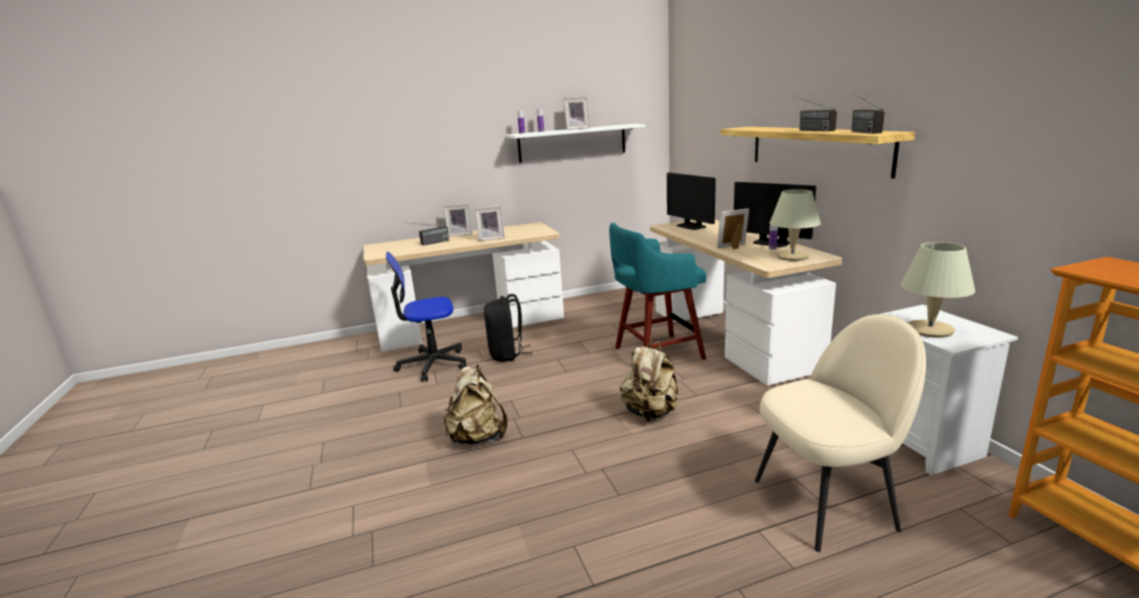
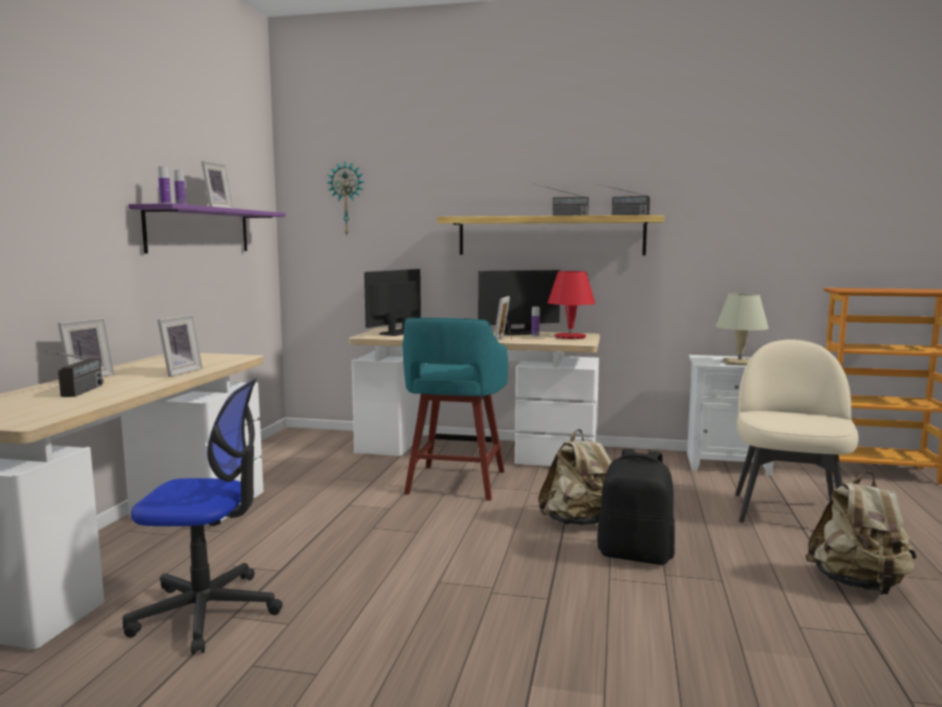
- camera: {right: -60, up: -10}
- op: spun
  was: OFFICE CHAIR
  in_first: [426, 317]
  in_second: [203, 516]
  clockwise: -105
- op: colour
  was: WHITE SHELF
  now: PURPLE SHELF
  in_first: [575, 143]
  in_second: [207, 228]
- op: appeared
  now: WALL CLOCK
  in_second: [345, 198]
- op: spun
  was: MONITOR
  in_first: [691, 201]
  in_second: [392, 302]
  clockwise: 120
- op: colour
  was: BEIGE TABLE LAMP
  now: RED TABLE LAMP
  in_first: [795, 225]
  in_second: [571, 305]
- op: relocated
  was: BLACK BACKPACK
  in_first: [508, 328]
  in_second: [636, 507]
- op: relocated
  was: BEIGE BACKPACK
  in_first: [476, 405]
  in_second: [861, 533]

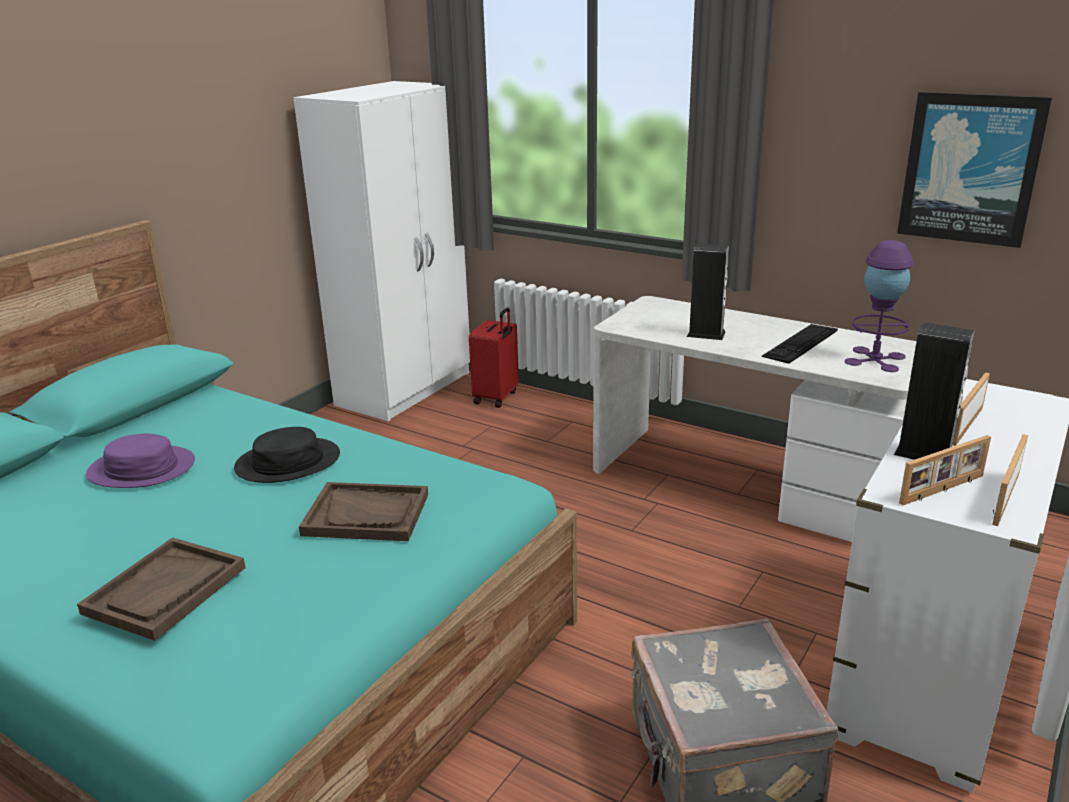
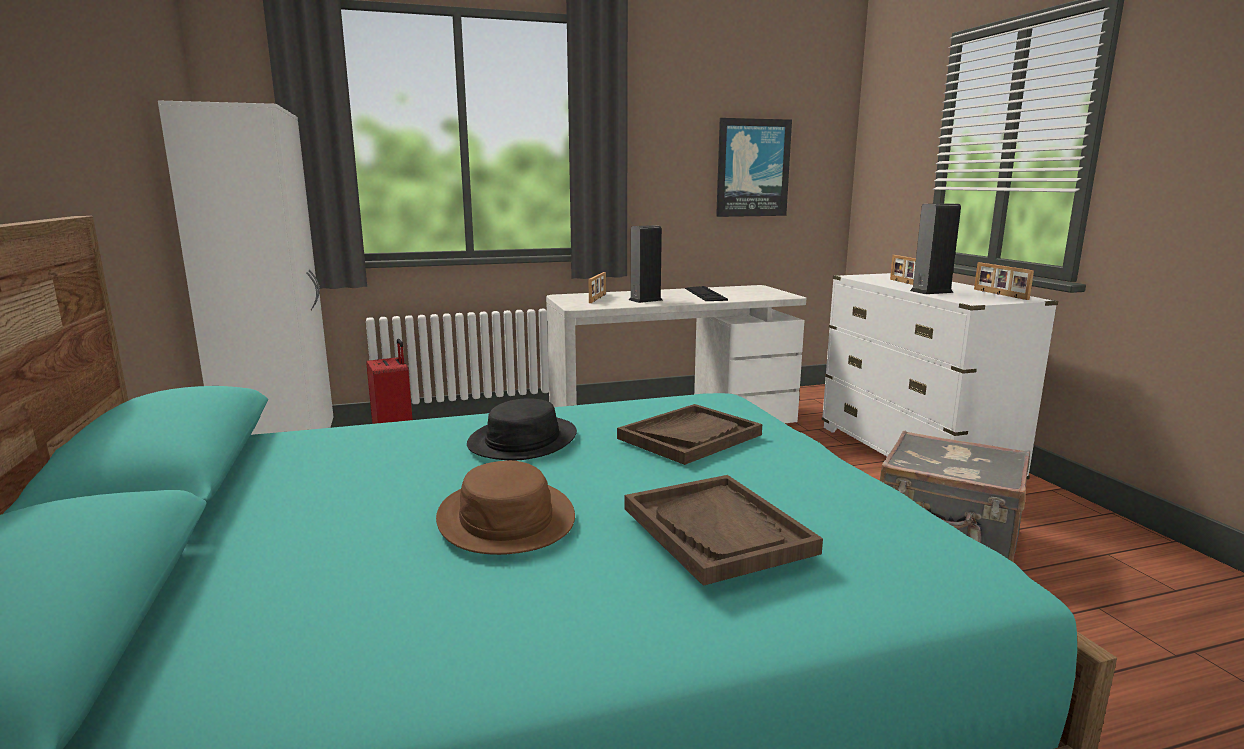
- camera: {right: -50, up: -10}
- op: appeared
  now: BROWN HAT
  in_second: [505, 507]
- op: relocated
  was: PICTURE FRAME
  in_first: [945, 470]
  in_second: [597, 287]
- op: missing
  was: PURPLE HAT
  in_first: [140, 461]
- op: missing
  was: PURPLE TABLE LAMP
  in_first: [879, 306]

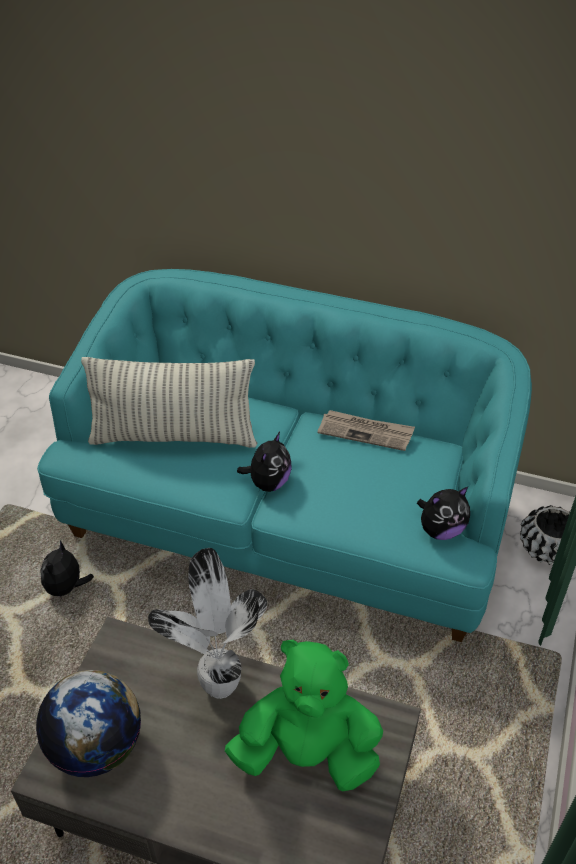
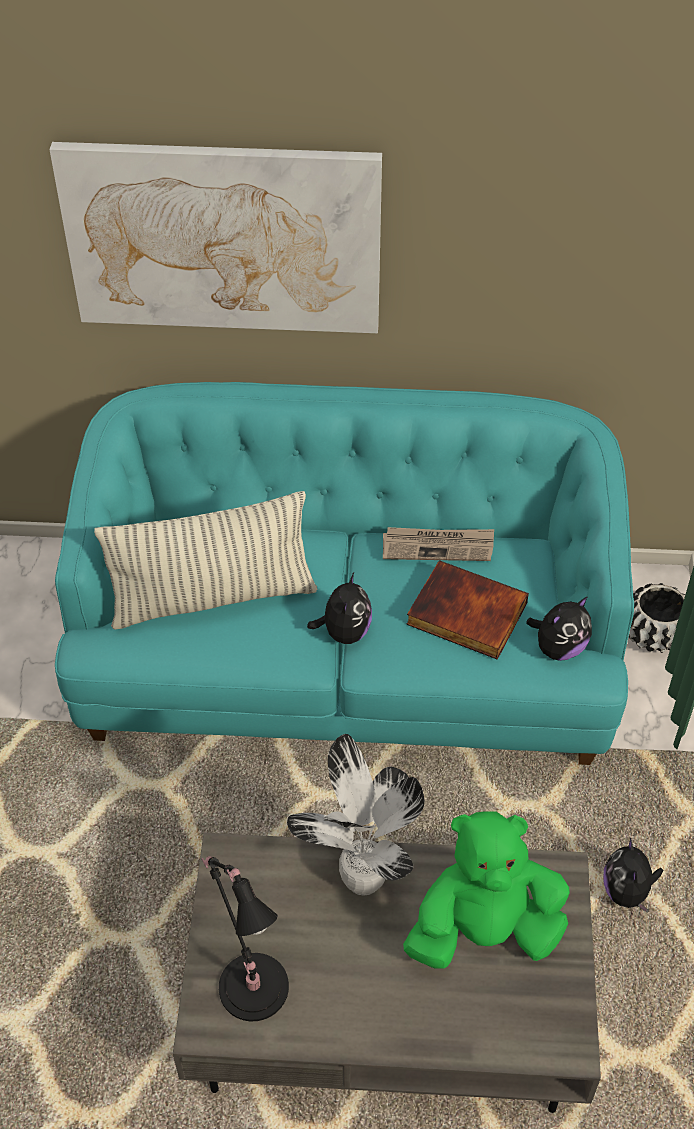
- camera: {right: -15, up: 5}
- op: appeared
  now: PICTURE
  in_second: [215, 237]
- op: exchanged
  was: GLOBE
  now: BLACK TABLE LAMP
  in_first: [88, 723]
  in_second: [245, 938]
- op: appeared
  now: BOOK
  in_second: [467, 610]
- op: relocated
  was: PLUSH TOY
  in_first: [67, 569]
  in_second: [633, 875]

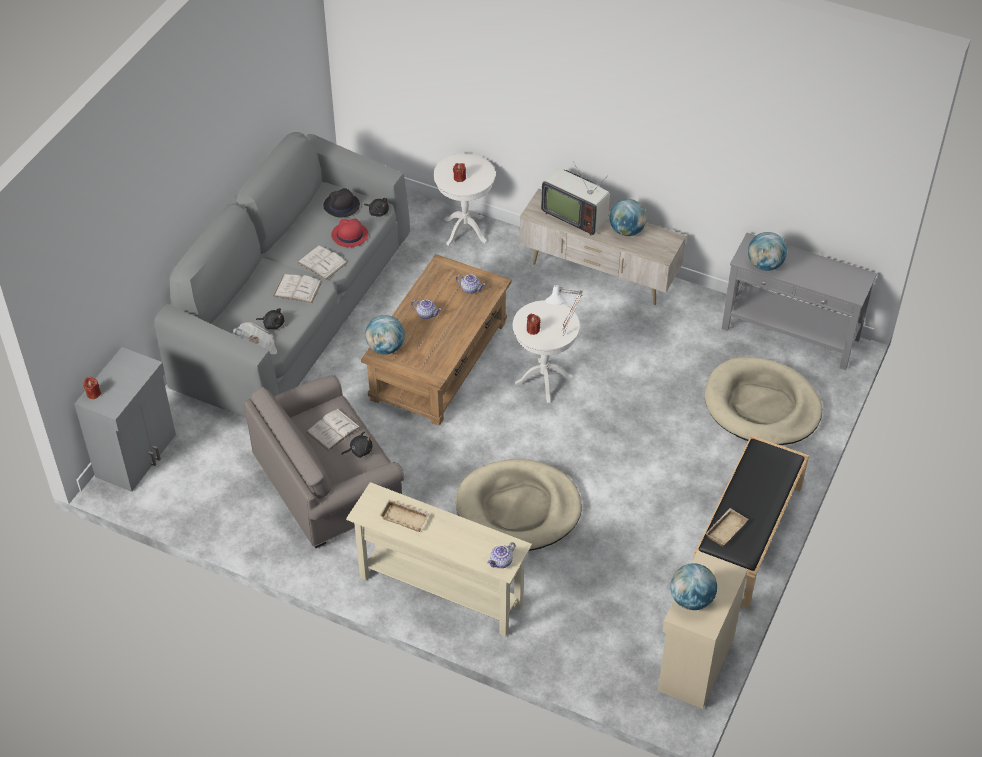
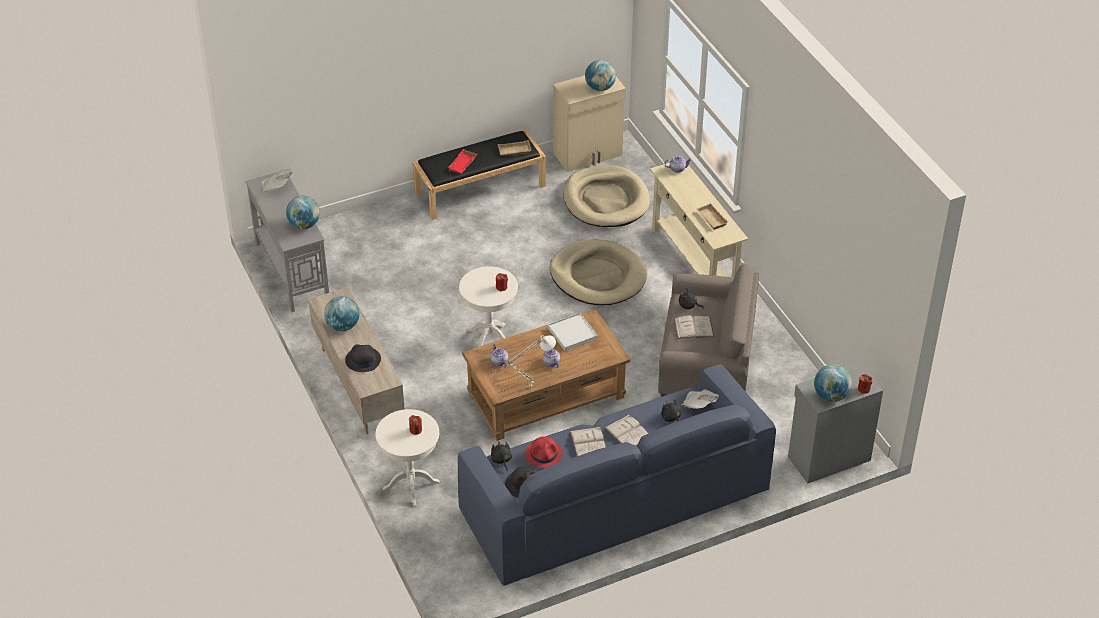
- camera: {right: -140, up: -5}
- op: appeared
  now: NEWSPAPER
  in_second: [277, 180]
- op: exchanged
  was: TELEVISION
  now: BLACK HAT
  in_first: [575, 198]
  in_second: [363, 358]
- op: appeared
  now: RED TRAY
  in_second: [462, 161]
- op: colour
  was: GREY SOFA
  now: BLUE SOFA
  in_first: [282, 275]
  in_second: [617, 475]
- op: relocated
  was: WHITE TABLE LAMP
  in_first: [564, 310]
  in_second: [531, 361]
- op: appeared
  now: WHITE TRAY
  in_second: [573, 332]
- op: relocated
  was: BEIGE DOG BED
  in_first: [763, 401]
  in_second: [607, 196]
- op: relocated
  was: GLOBE
  in_first: [385, 335]
  in_second: [833, 383]

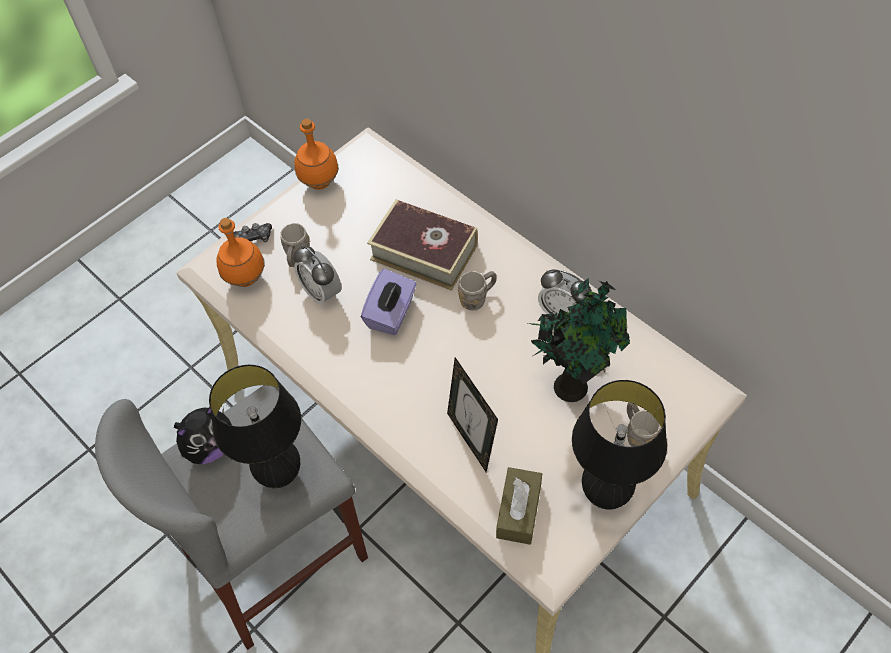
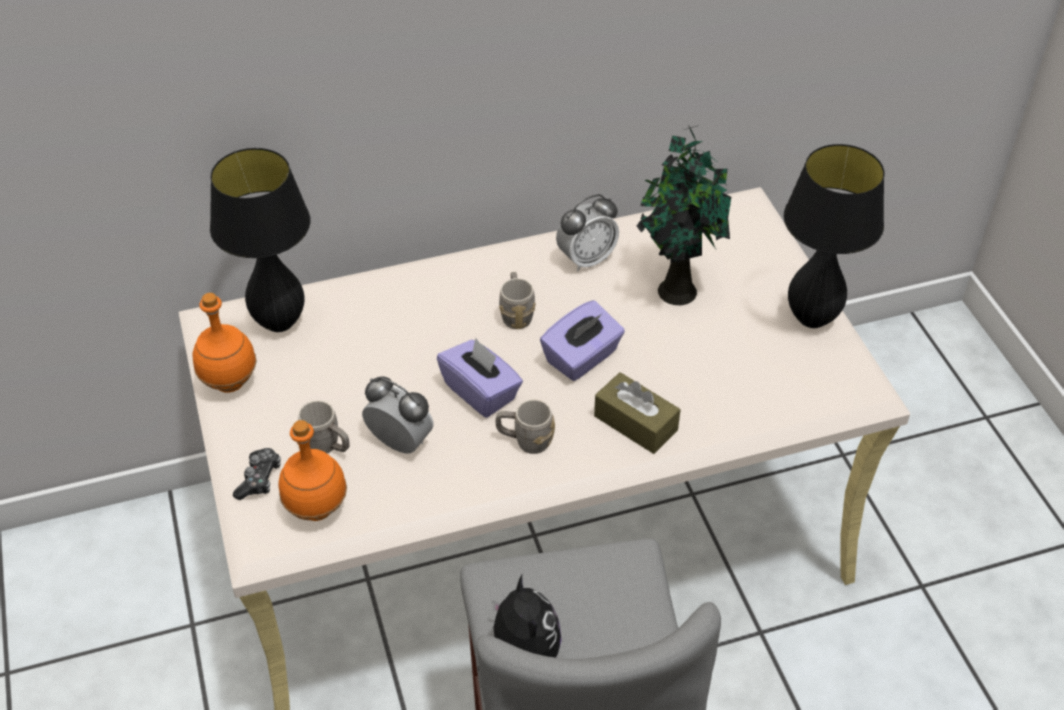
- camera: {right: -65, up: -10}
- op: relocated
  was: BLACK TABLE LAMP
  in_first: [255, 426]
  in_second: [260, 240]
- op: spun
  was: ALARM CLOCK
  in_first: [317, 276]
  in_second: [397, 414]
  clockwise: -135
- op: relocated
  was: GREY MUG
  in_first: [644, 425]
  in_second: [525, 426]
- op: appeared
  now: PURPLE TISSUE BOX
  in_second: [582, 340]
- op: relocated
  was: BROWN TISSUE BOX
  in_first: [519, 506]
  in_second: [637, 413]
- op: missing
  was: BOOK
  in_first: [422, 245]
- op: missing
  was: PICTURE FRAME
  in_first: [472, 414]

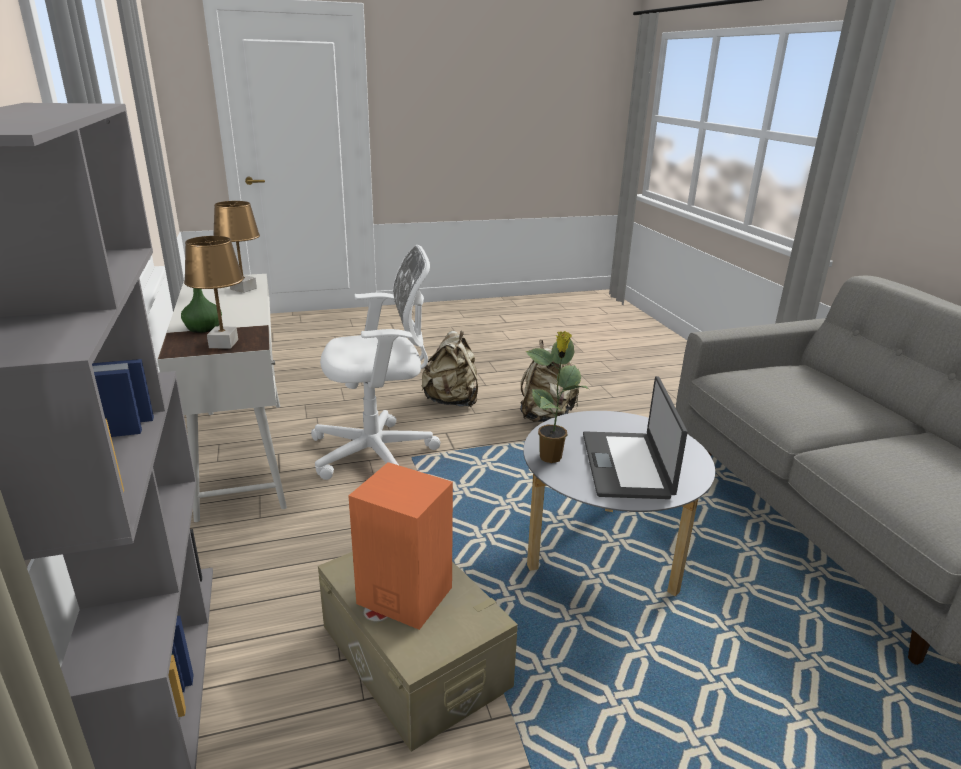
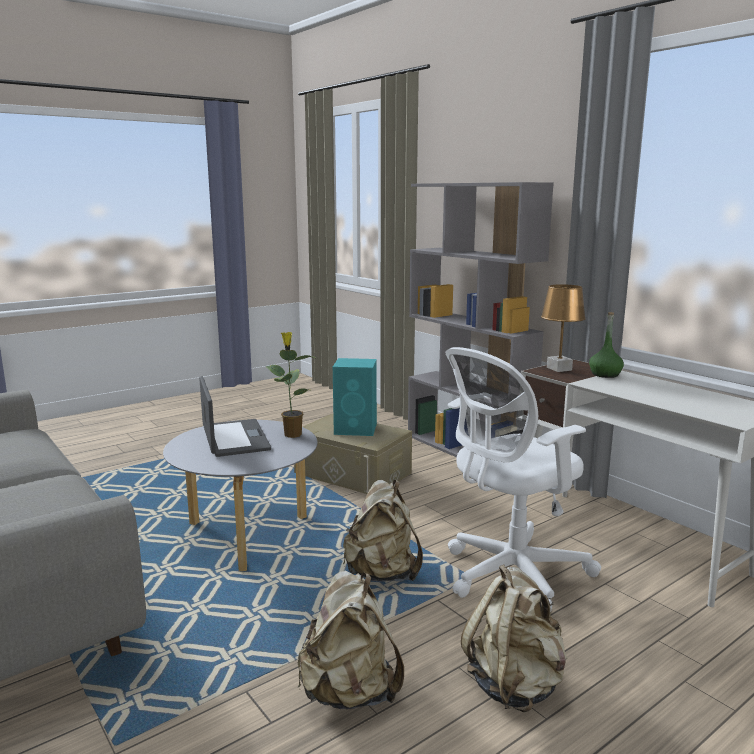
- camera: {right: 160, up: -10}
- op: colour
  was: ORANGE SPEAKER
  now: TURQUOISE SPEAKER
  in_first: [400, 546]
  in_second: [355, 397]
- op: appeared
  now: BEIGE BACKPACK
  in_second: [383, 531]
- op: missing
  was: BROWN TABLE LAMP
  in_first: [236, 247]

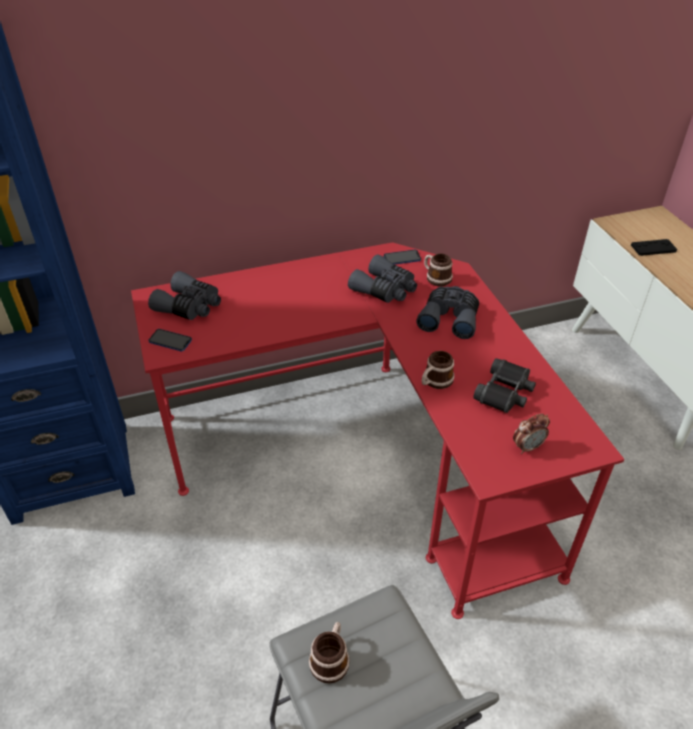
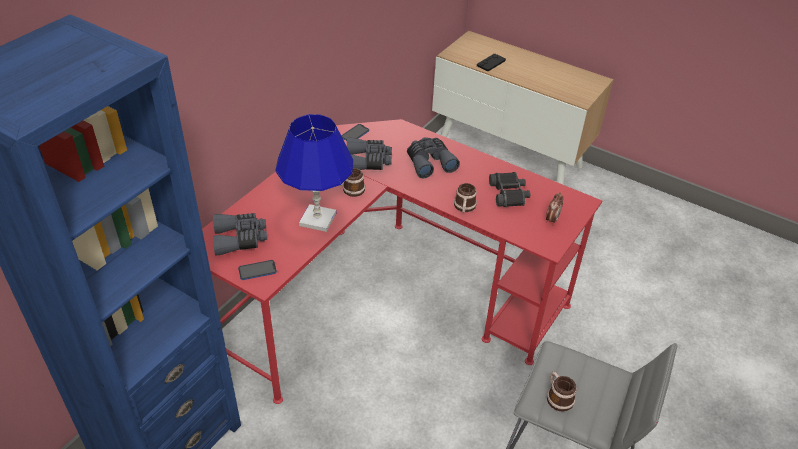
- camera: {right: -40, up: 0}
- op: appeared
  now: BLUE TABLE LAMP
  in_second: [314, 173]
- op: relocated
  was: MUG
  in_first: [438, 270]
  in_second: [352, 182]

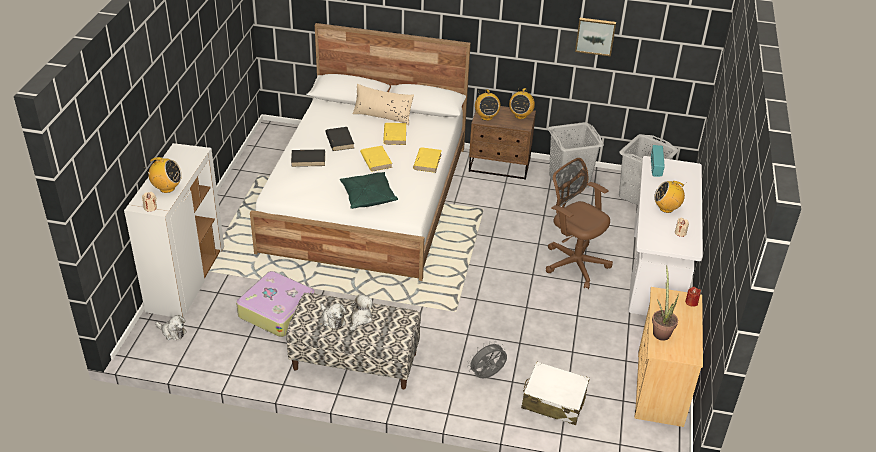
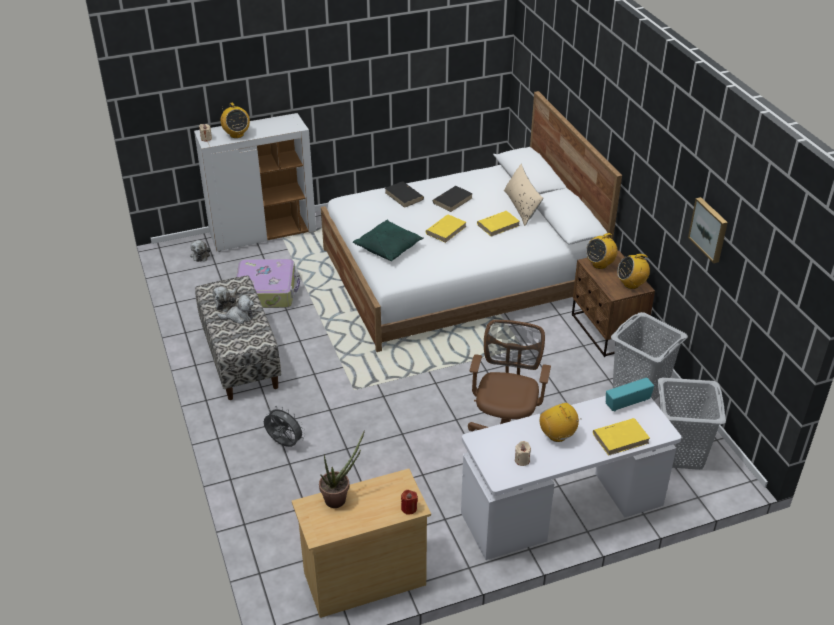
- camera: {right: 60, up: 0}
- op: relocated
  was: YELLOW BOOK
  in_first: [427, 160]
  in_second: [621, 437]
- op: missing
  was: WHITE SUITCASE
  in_first: [555, 393]

